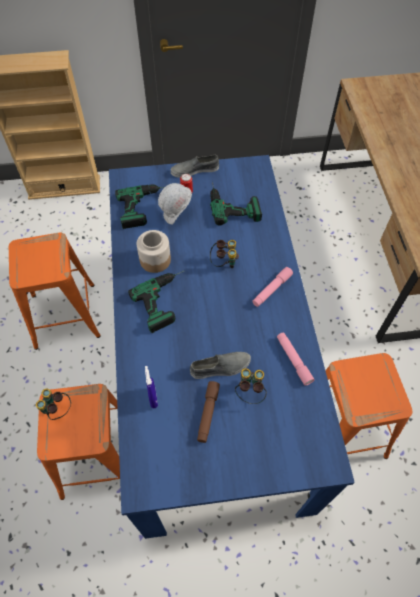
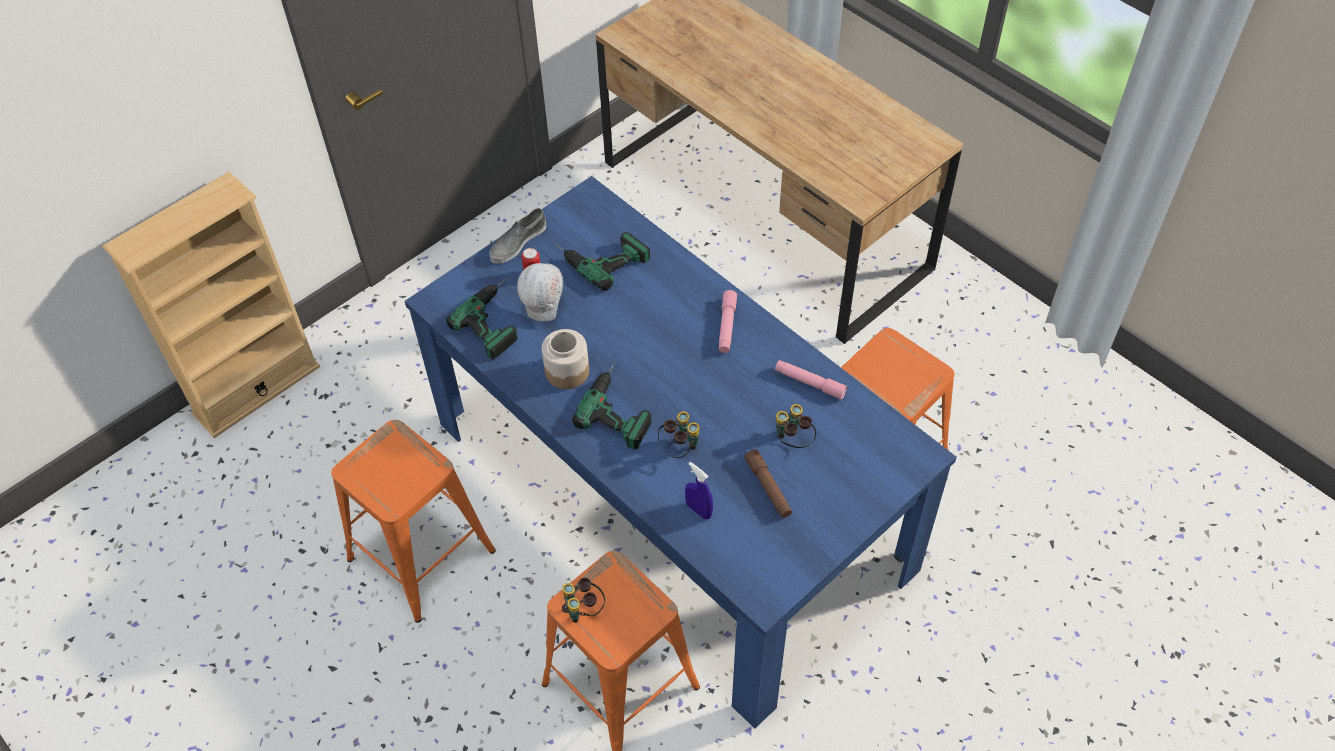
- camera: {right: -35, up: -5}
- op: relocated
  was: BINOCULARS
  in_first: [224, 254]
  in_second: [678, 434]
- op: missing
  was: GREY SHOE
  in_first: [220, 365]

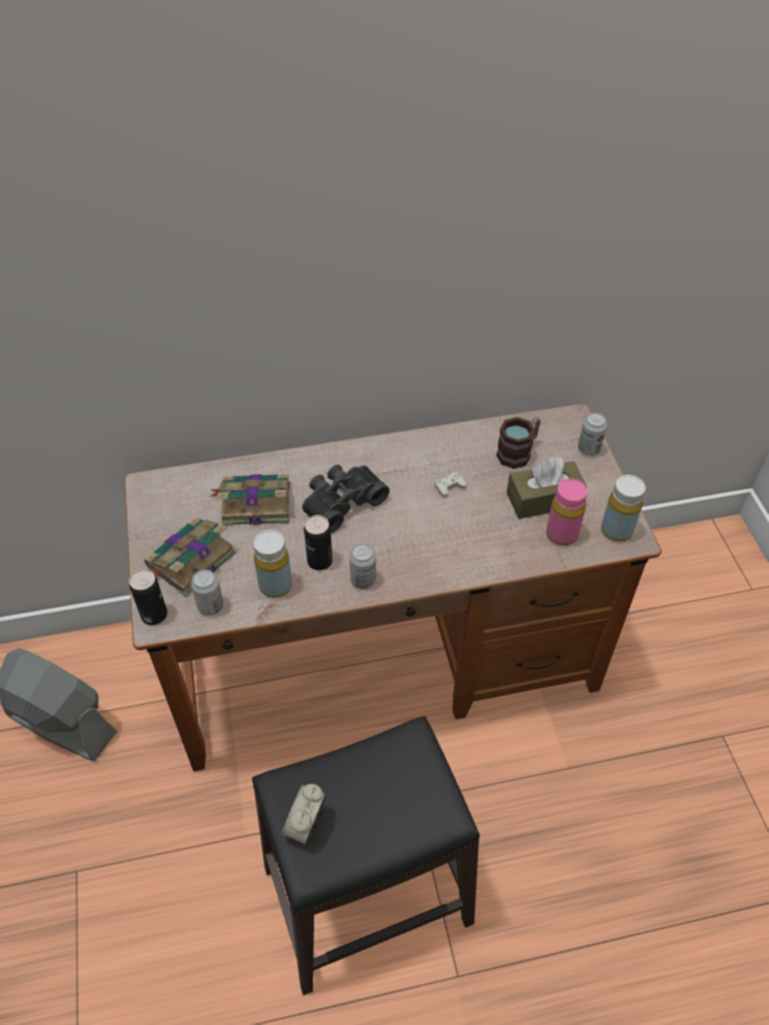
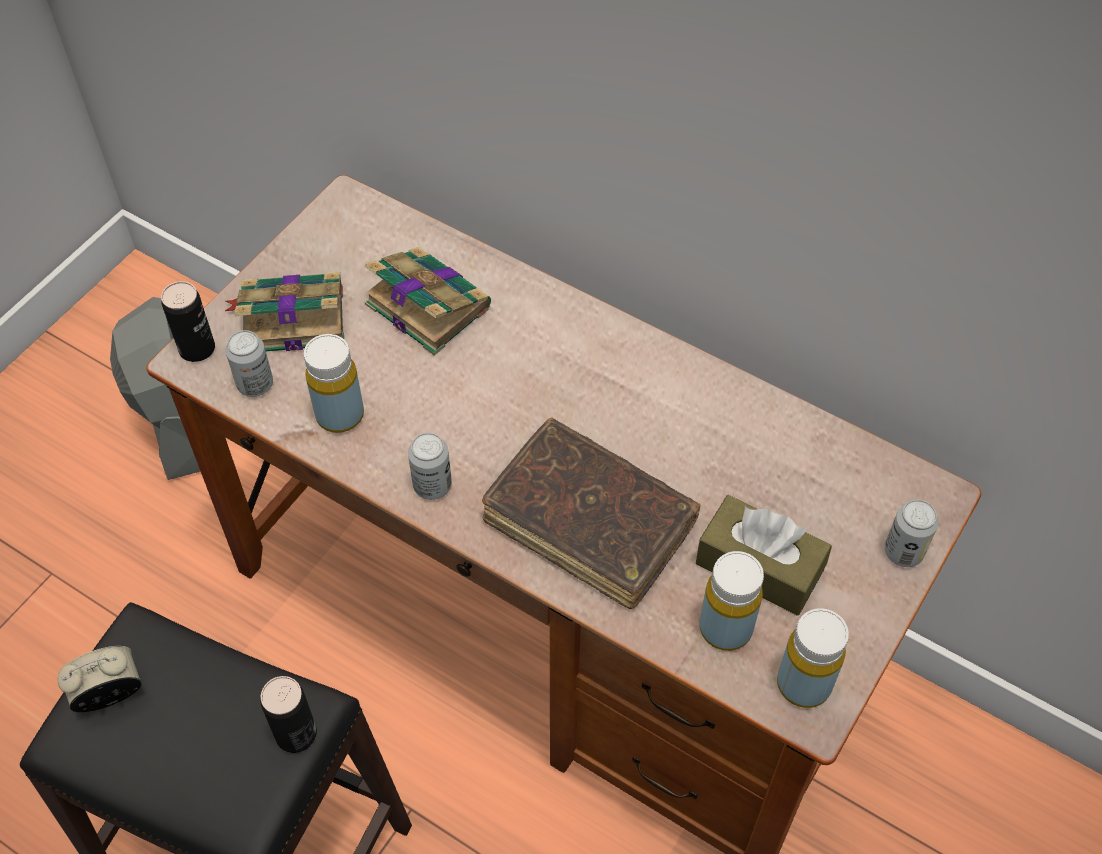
- camera: {right: 45, up: 5}
- op: relocated
  was: CAN
  in_first: [318, 542]
  in_second: [288, 714]
- op: appeared
  now: BROWN BOOK
  in_second: [591, 513]
- op: colour
  was: PINK BOTTLE
  now: YELLOW BOTTLE
  in_first: [566, 512]
  in_second: [732, 601]
- op: missing
  was: BLACK BINOCULARS
  in_first: [346, 498]
- op: missing
  was: WHITE GAME CONTROLLER
  in_first: [433, 470]
- op: missing
  was: MUG
  in_first: [518, 443]

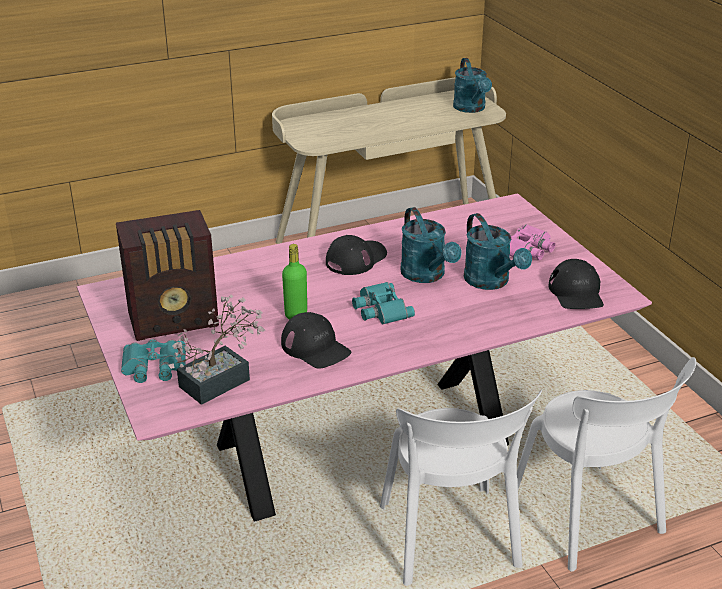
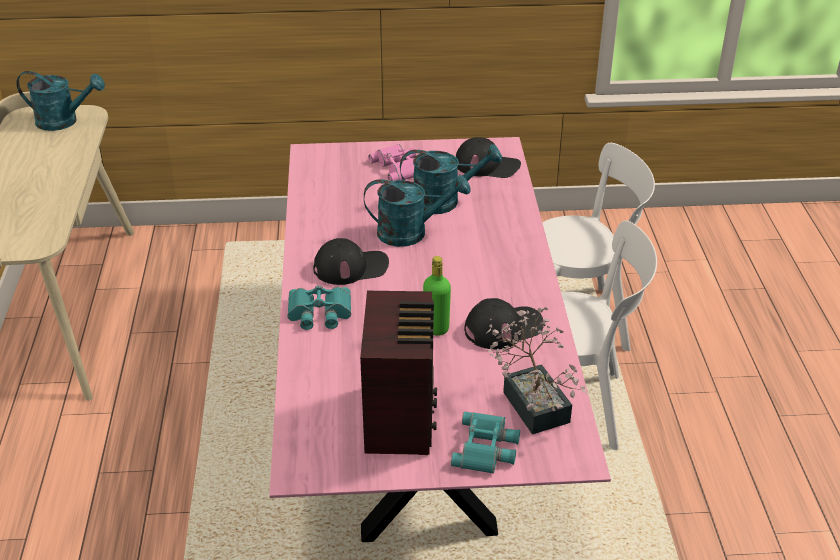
- camera: {right: -70, up: 5}
- op: relocated
  was: TURQUOISE BINOCULARS
  in_first: [383, 303]
  in_second: [319, 308]
- op: spun
  was: BLACK CAP
  in_first: [356, 255]
  in_second: [351, 261]
  clockwise: 105

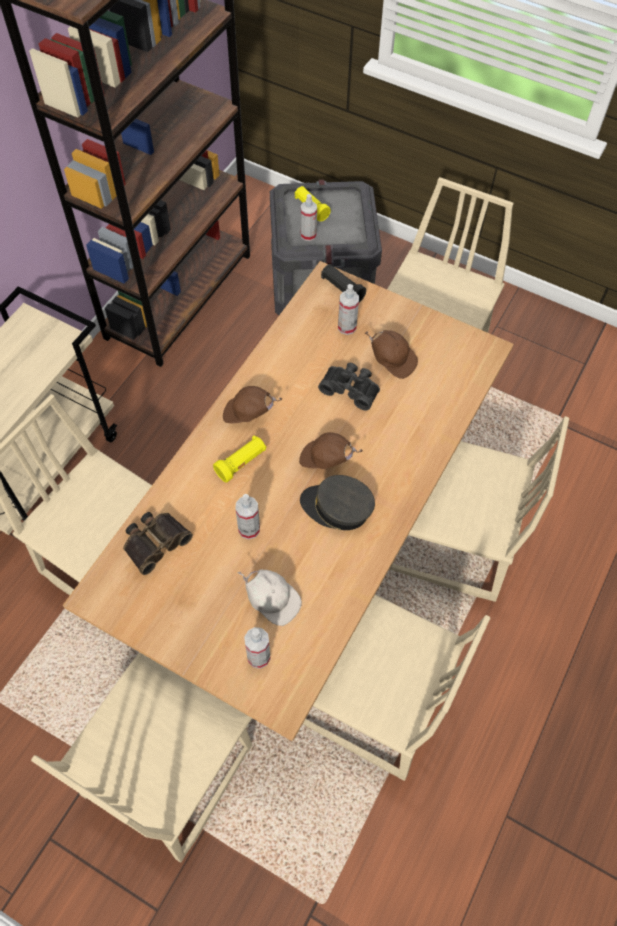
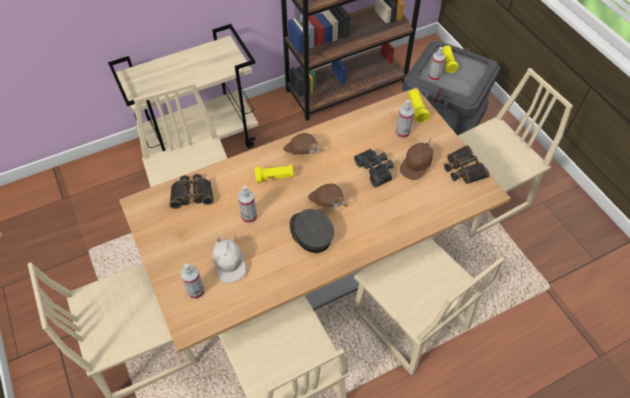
- camera: {right: 35, up: -5}
- op: spun
  was: BROWN CAP
  in_first: [391, 354]
  in_second: [416, 159]
  clockwise: 60
- op: colour
  was: BLACK FLASHLIGHT
  now: YELLOW FLASHLIGHT
  in_first: [343, 283]
  in_second: [419, 106]
- op: appeared
  now: BINOCULARS
  in_second: [466, 164]

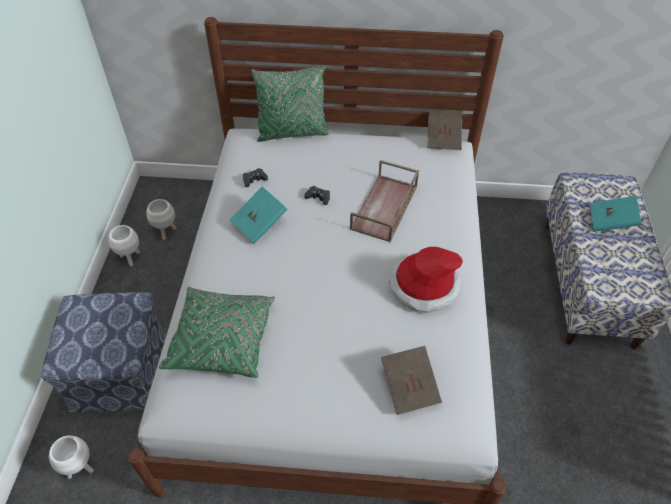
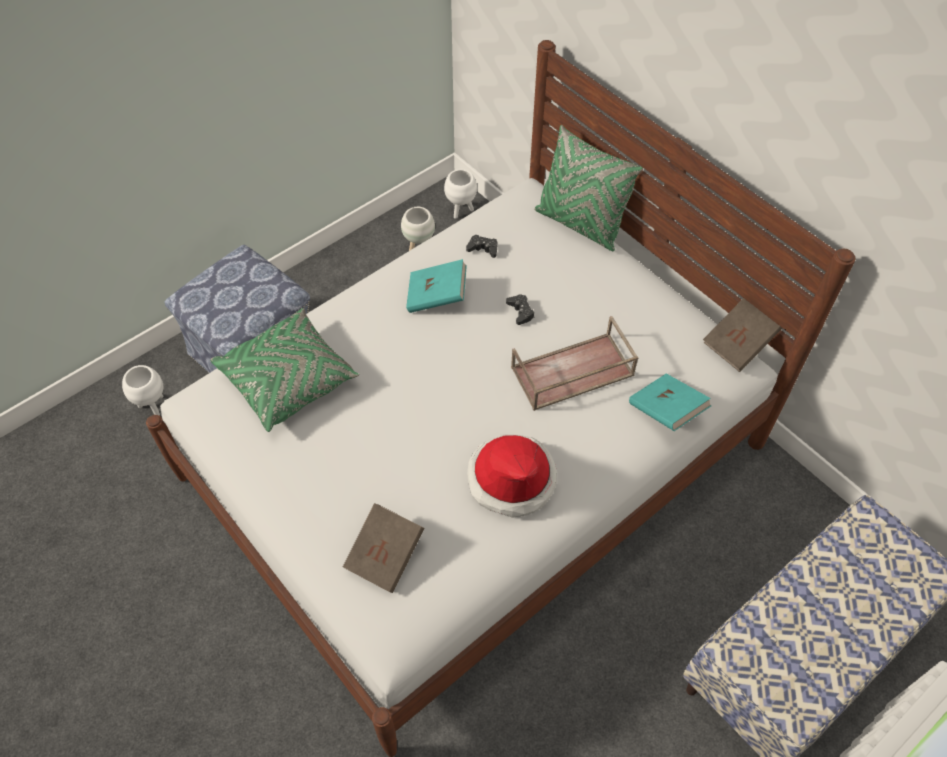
- camera: {right: 45, up: 5}
- op: relocated
  was: WHITE PLANTER
  in_first: [124, 245]
  in_second: [460, 194]
- op: relocated
  was: TURQUOISE BOOK
  in_first: [615, 214]
  in_second: [670, 402]

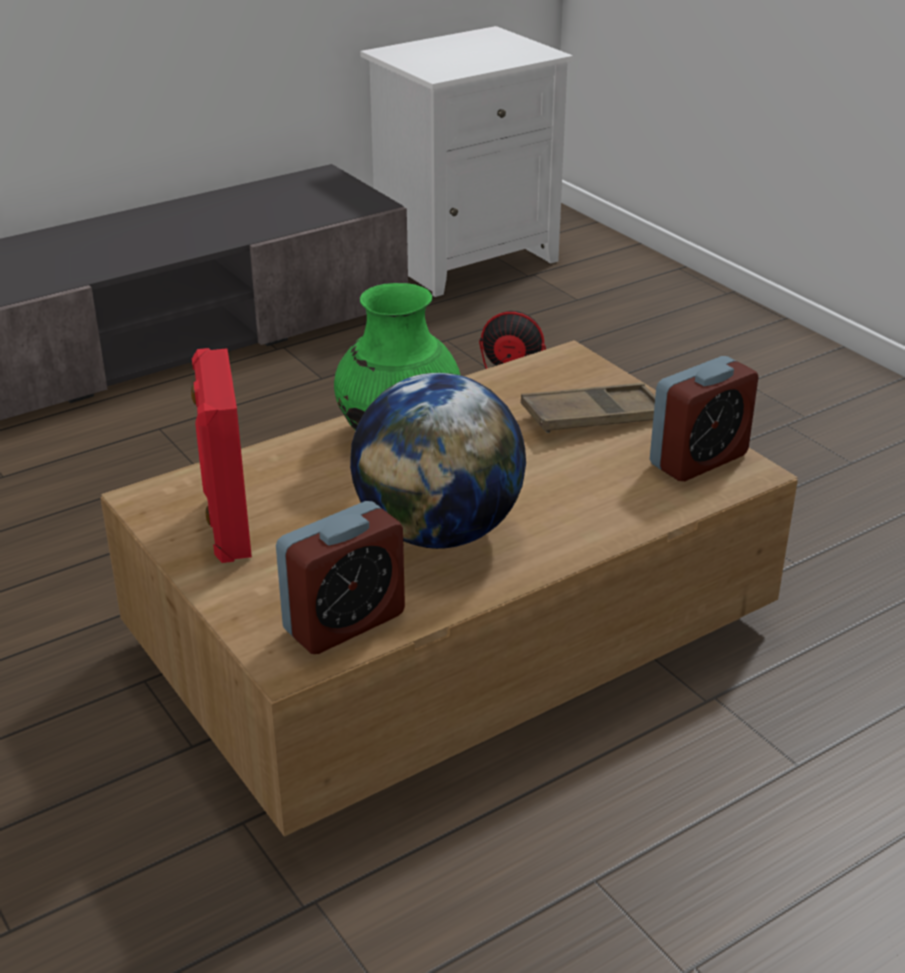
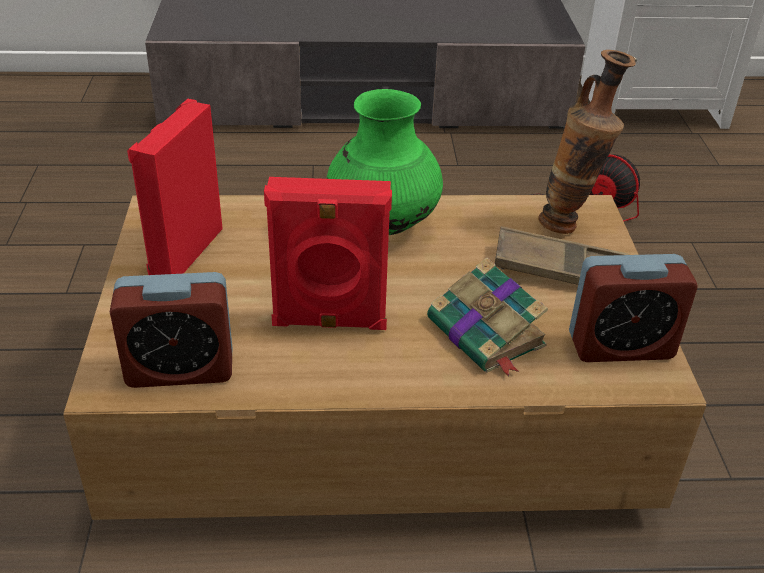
- camera: {right: 30, up: 5}
- op: exchanged
  was: GLOBE
  now: RED SPEAKER
  in_first: [438, 461]
  in_second: [328, 253]
- op: appeared
  now: BOOK
  in_second: [487, 316]
- op: appeared
  now: VASE
  in_second: [587, 142]

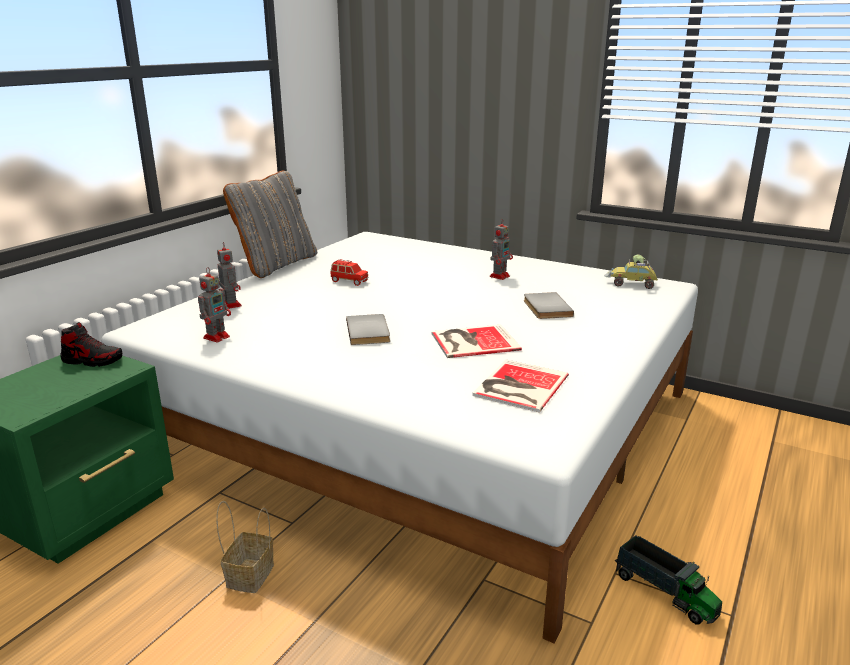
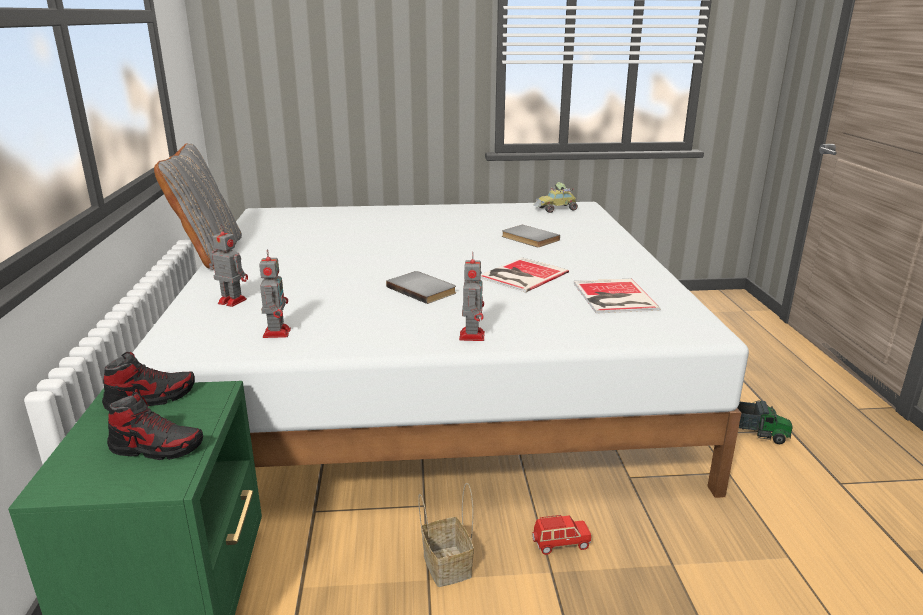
- camera: {right: -35, up: 0}
- op: appeared
  now: SHOE
  in_second: [155, 426]
- op: relocated
  was: TOY ROBOT
  in_first: [501, 249]
  in_second: [472, 297]
- op: relocated
  was: RED TOY CAR
  in_first: [349, 272]
  in_second: [561, 535]

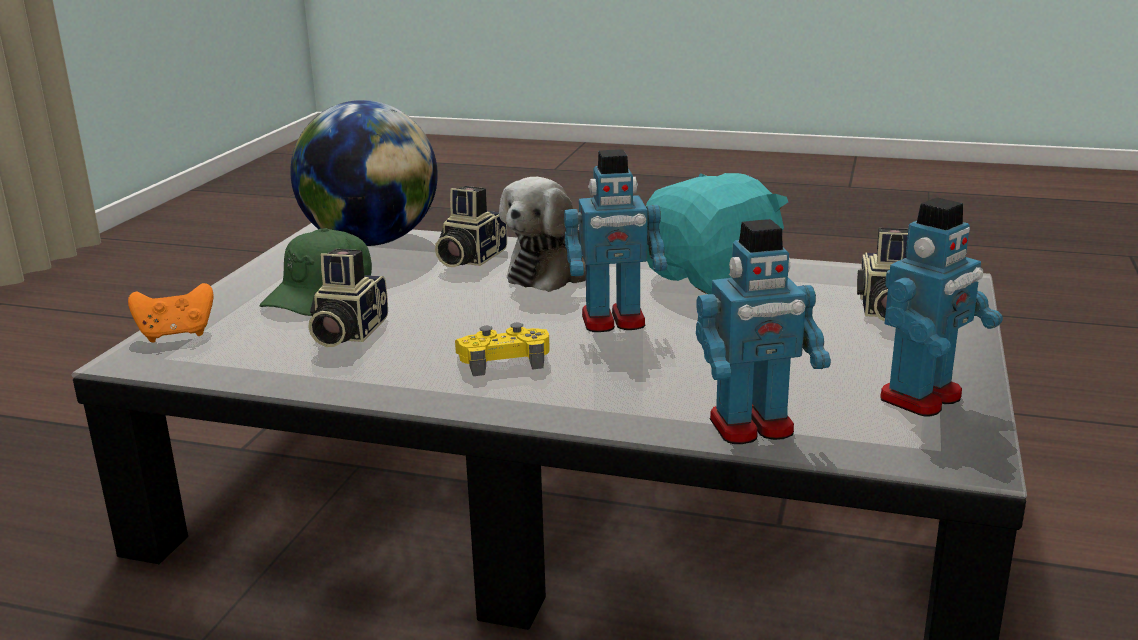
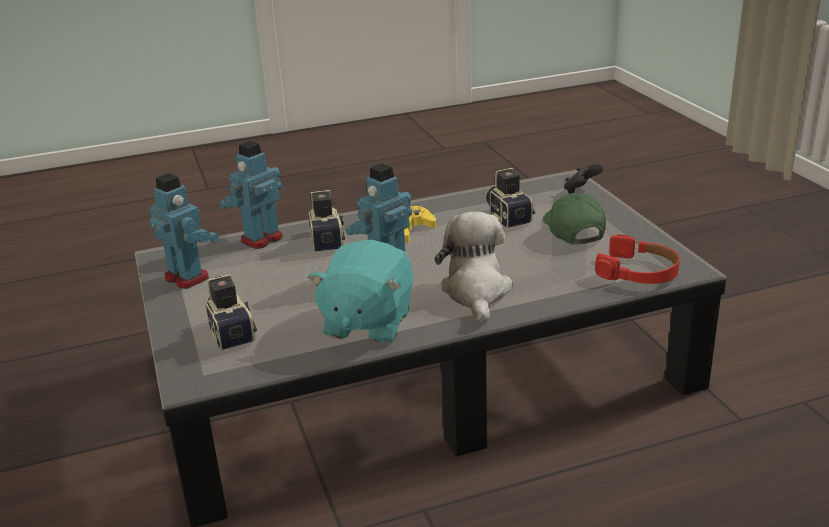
- camera: {right: 145, up: 5}
- op: spun
  was: TOY ROBOT
  in_first: [941, 306]
  in_second: [184, 231]
  clockwise: 120
- op: relocated
  was: PHOTO CAMERA
  in_first: [471, 226]
  in_second: [326, 221]
- op: colour
  was: ORANGE GAME CONTROLLER
  now: BLACK GAME CONTROLLER
  in_first: [171, 313]
  in_second: [583, 179]
- op: exchanged
  was: GLOBE
  now: RED HEADPHONES
  in_first: [364, 173]
  in_second: [637, 259]

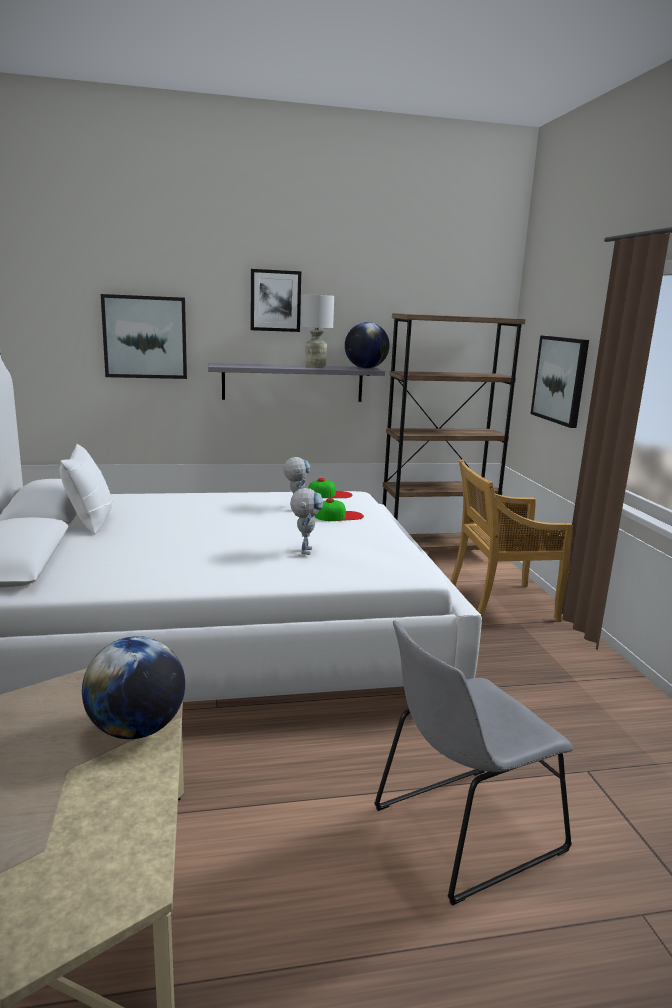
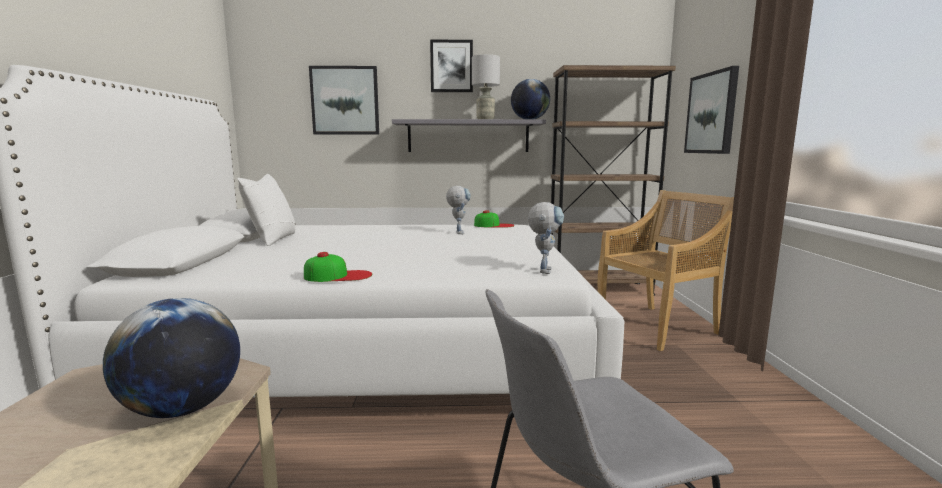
- camera: {right: 10, up: -5}
- op: relocated
  was: CAP
  in_first: [339, 509]
  in_second: [338, 267]
- op: relocated
  was: TOY ROBOT
  in_first: [306, 521]
  in_second: [546, 238]
- op: spun
  was: BEIGE CHAIR
  in_first: [512, 541]
  in_second: [666, 270]
  clockwise: 150

